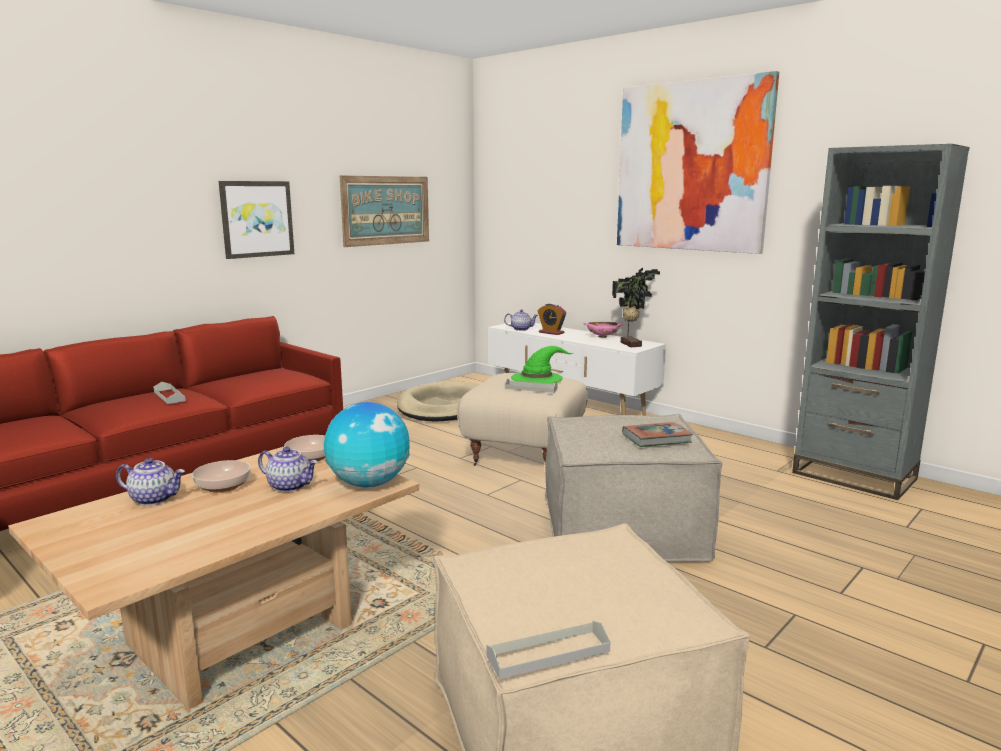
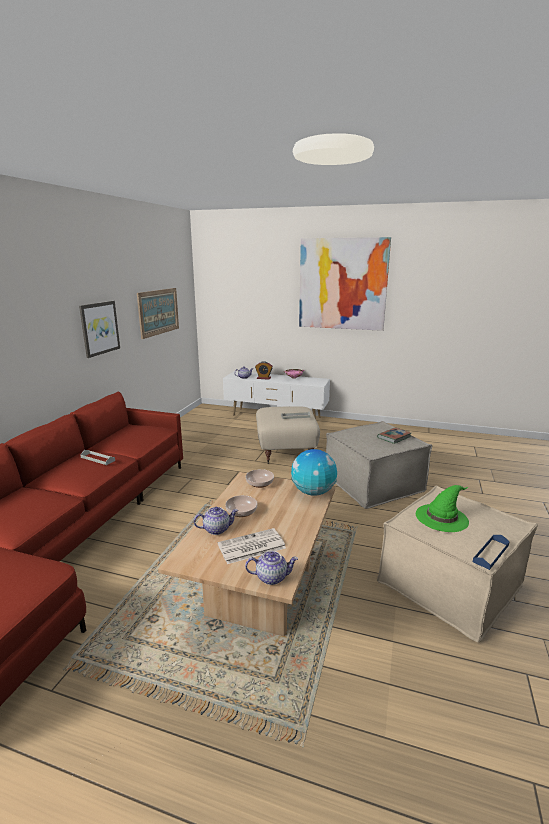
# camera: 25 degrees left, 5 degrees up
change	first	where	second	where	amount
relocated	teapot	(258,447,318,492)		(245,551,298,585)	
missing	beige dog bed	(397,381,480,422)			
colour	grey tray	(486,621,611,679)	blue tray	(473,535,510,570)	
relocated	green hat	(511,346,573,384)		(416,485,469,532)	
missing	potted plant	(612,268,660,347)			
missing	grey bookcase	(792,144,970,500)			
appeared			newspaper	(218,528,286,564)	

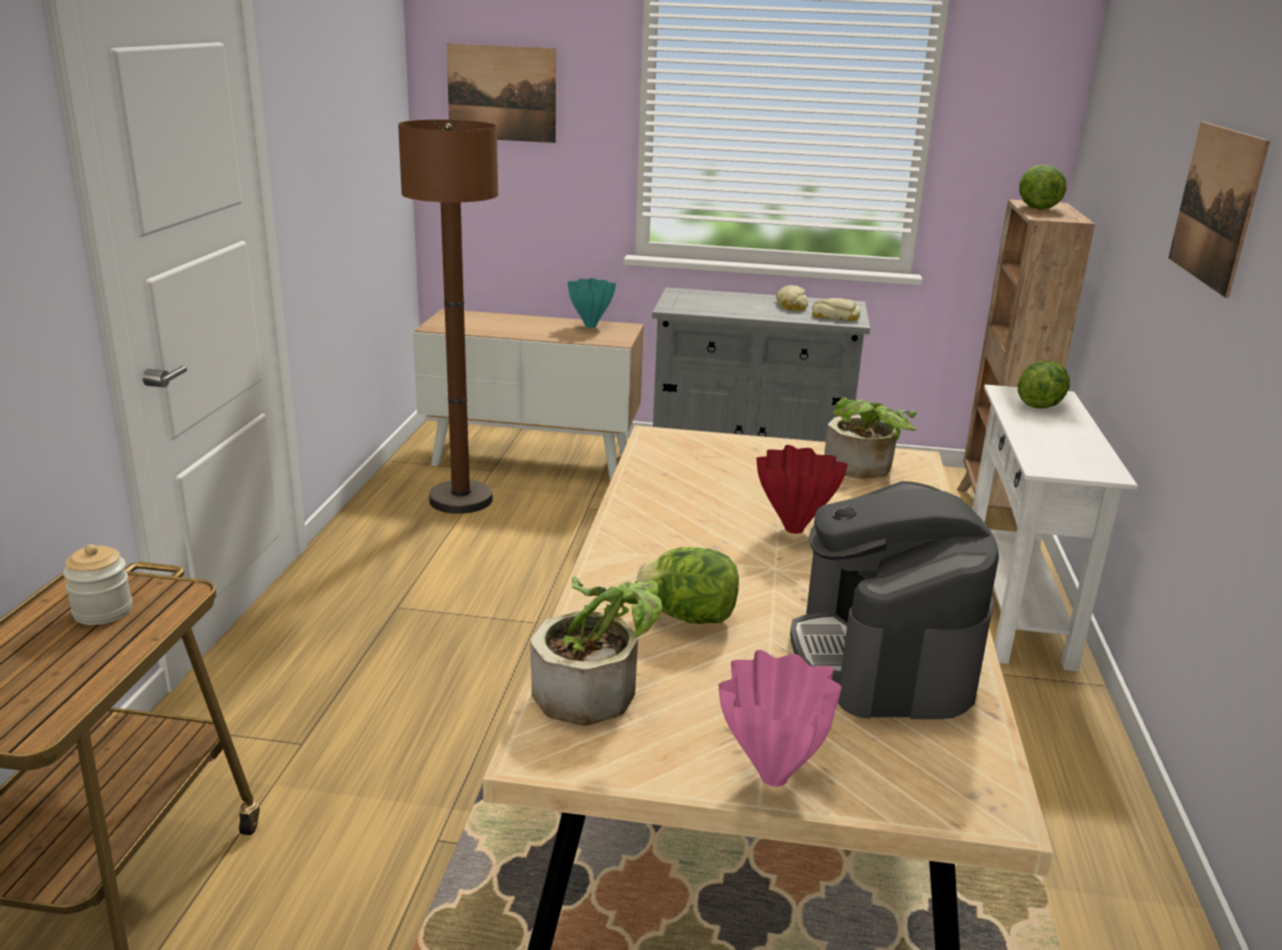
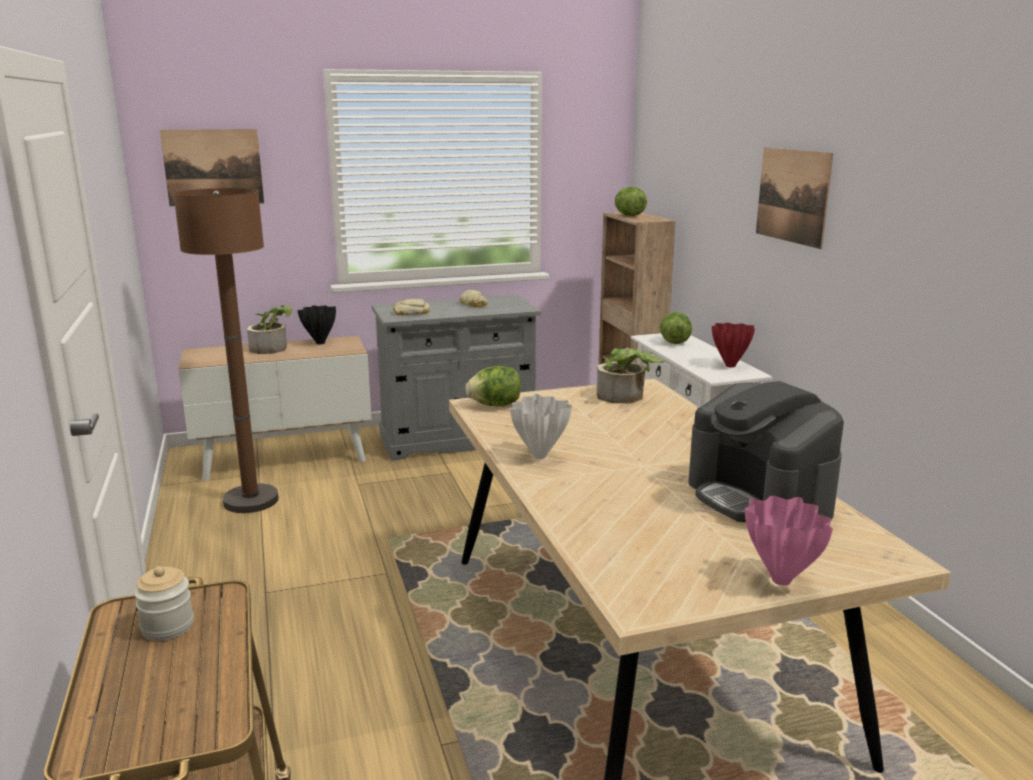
# camera: 25 degrees left, 5 degrees down
change	first	where	second	where	amount
relocated	potted plant	(530,576,662,726)		(247,305,292,354)	
colour	turquoise vase	(568,278,616,328)	black vase	(298,306,336,344)	
relocated	lettuce	(636,547,739,624)		(465,366,521,407)	
relocated	red vase	(757,445,848,534)		(712,323,755,368)	
relocated	bread	(812,298,861,321)		(393,299,429,315)	
appeared			white vase	(510,394,572,459)	

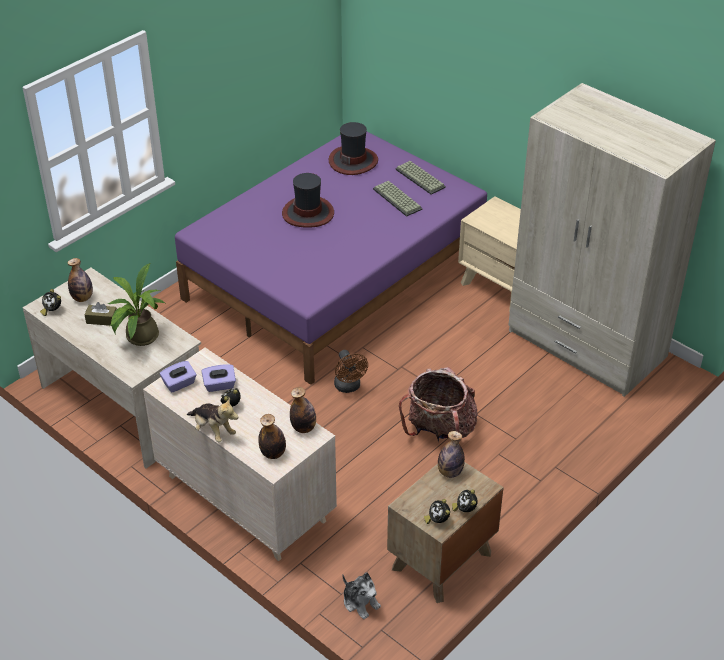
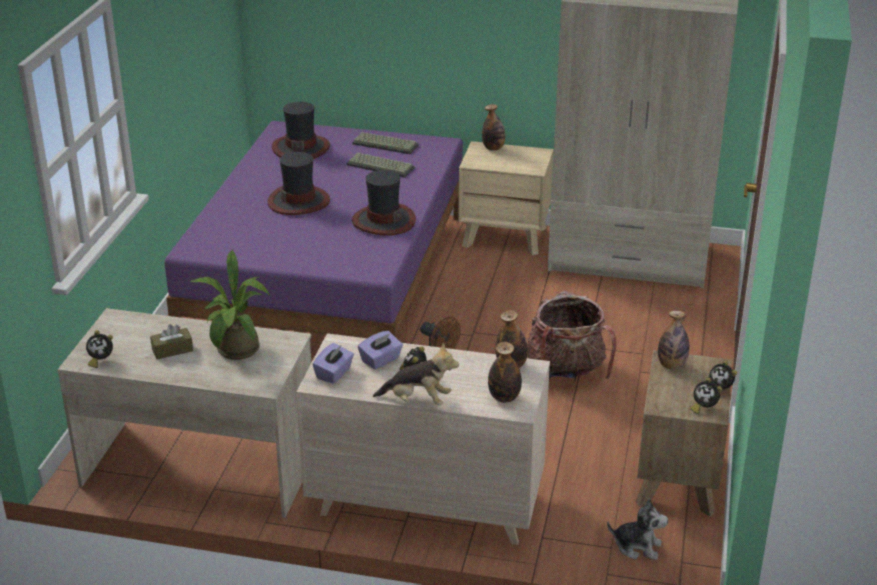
# camera: 30 degrees left, 10 degrees down
change	first	where	second	where	amount
relocated	bottle	(68,258,93,302)		(482,104,505,151)	
appeared			hat	(352,170,416,236)	

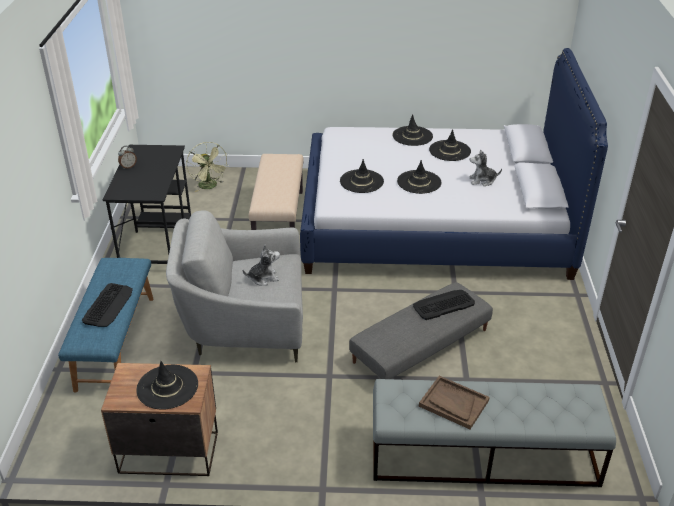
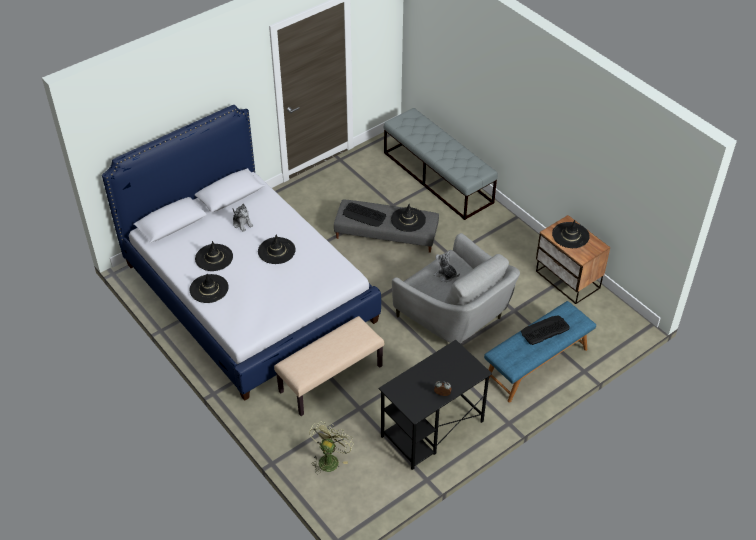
# camera: 130 degrees left, 10 degrees up
change	first	where	second	where	amount
relocated	black hat	(340,159,384,193)		(391,204,426,232)	
missing	brown tray	(419,376,490,429)			

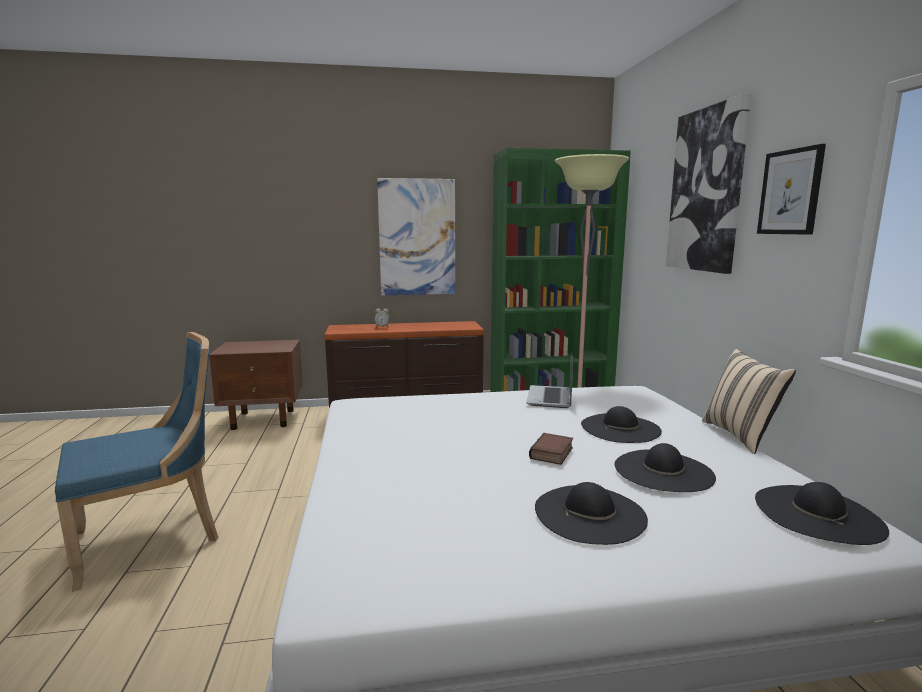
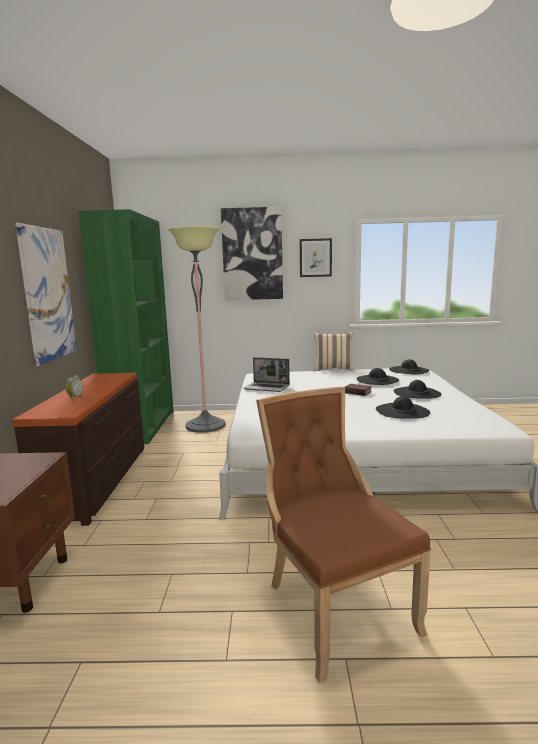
# camera: 80 degrees left, 0 degrees up
change	first	where	second	where	amount
colour	blue chair	(55,332,219,592)	brown chair	(256,387,431,683)	
relocated	black hat	(581,406,662,443)		(376,396,430,419)	

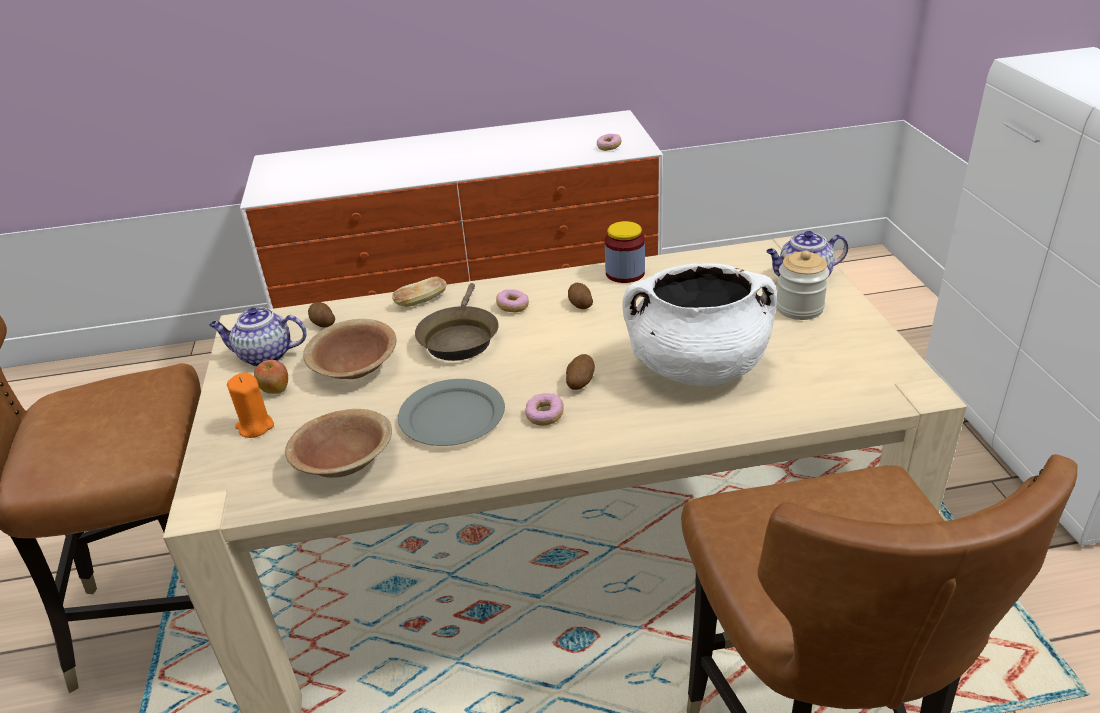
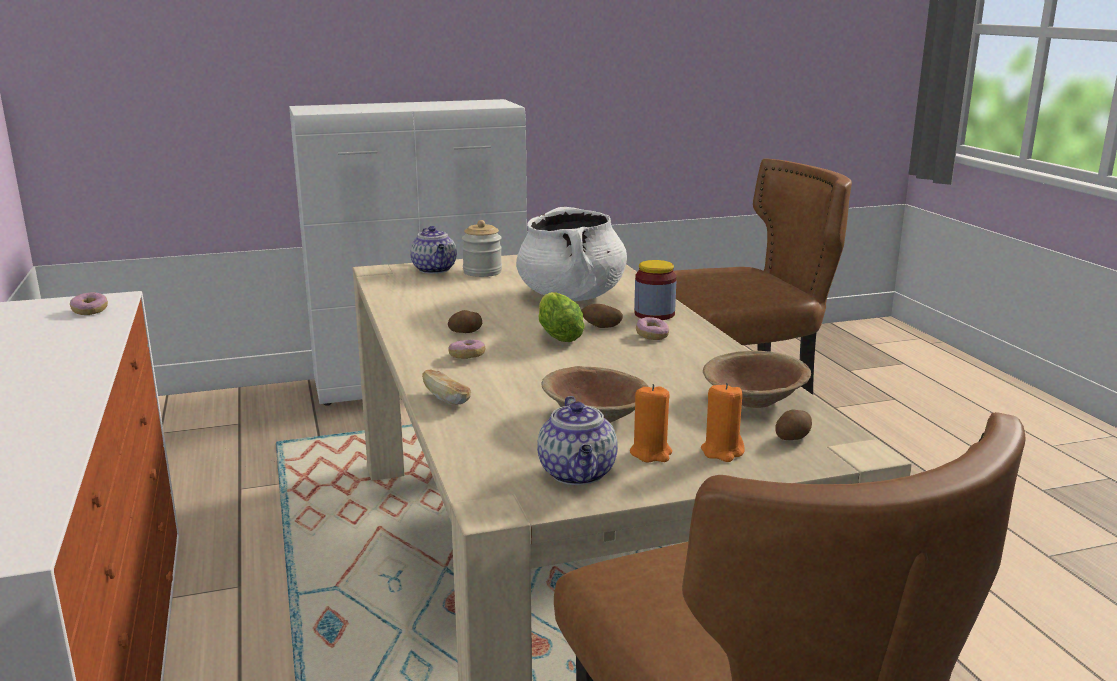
# camera: 100 degrees left, 15 degrees down
change	first	where	second	where	amount
exchanged	apple	(254,360,288,394)	orange candle	(630,384,672,463)	
relocated	potato	(308,302,335,327)		(775,409,812,440)	
missing	grey plate	(398,379,505,446)			
missing	brown frying pan	(415,283,499,361)			
relocated	jar	(605,221,645,283)		(634,260,677,320)	
appeared			lettuce	(539,292,585,342)	

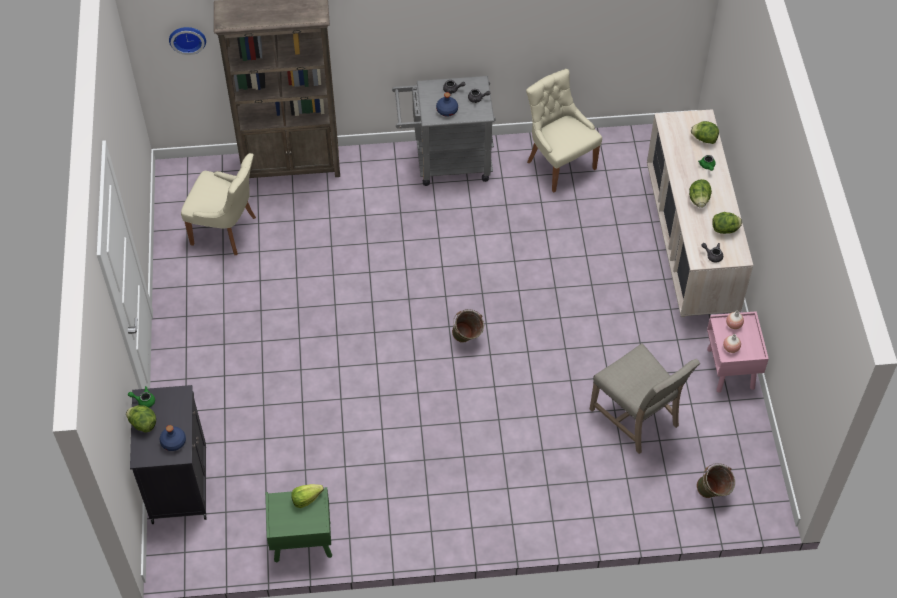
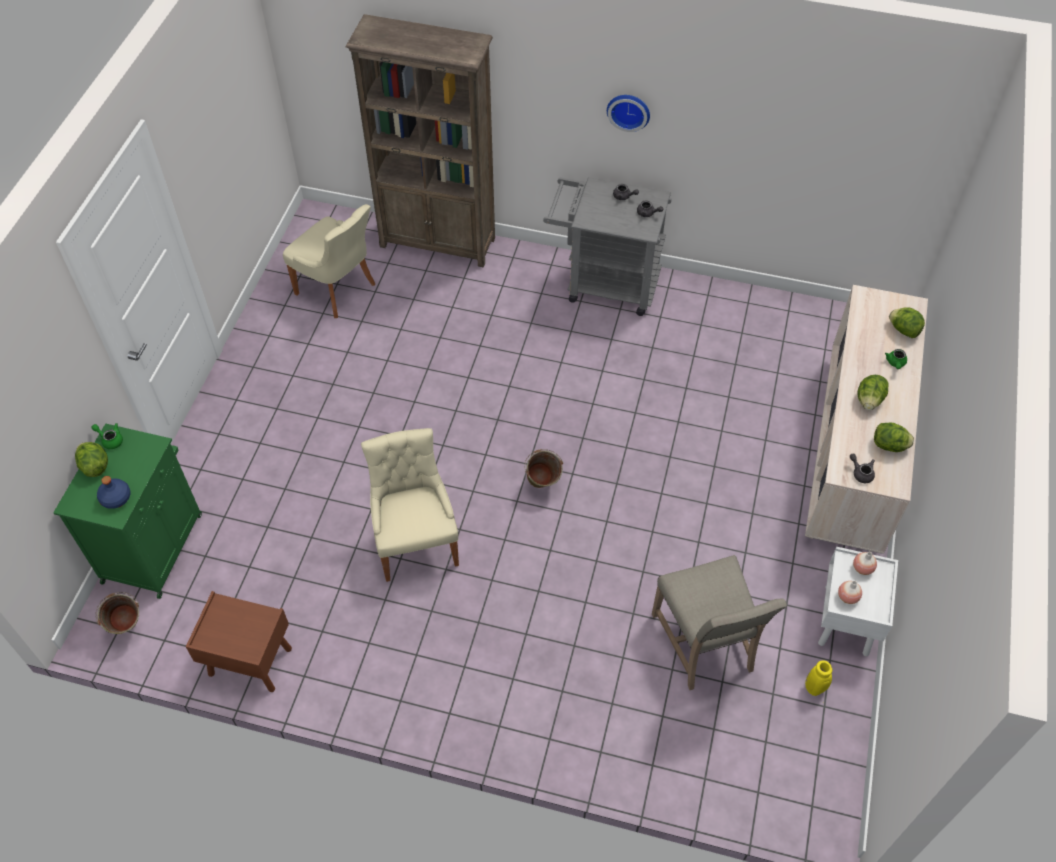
# camera: 20 degrees right, 0 degrees up
change	first	where	second	where	amount
colour	black cabinet	(130,385,206,524)	green cabinet	(53,424,202,599)	
relocated	wall clock	(169,27,206,55)		(607,95,650,132)	
colour	green nightstand	(266,487,332,562)	brown nightstand	(186,591,292,692)	
missing	lettuce	(291,484,324,508)			
missing	blue bottle	(436,92,458,117)			
relocated	beige chair	(526,69,602,192)		(361,428,459,582)	
relocated	green bucket	(697,463,735,498)		(96,592,139,634)	
colour	pink nightstand	(707,311,769,393)	white nightstand	(818,547,898,656)	
appeared			yellow vase	(805,660,832,696)	

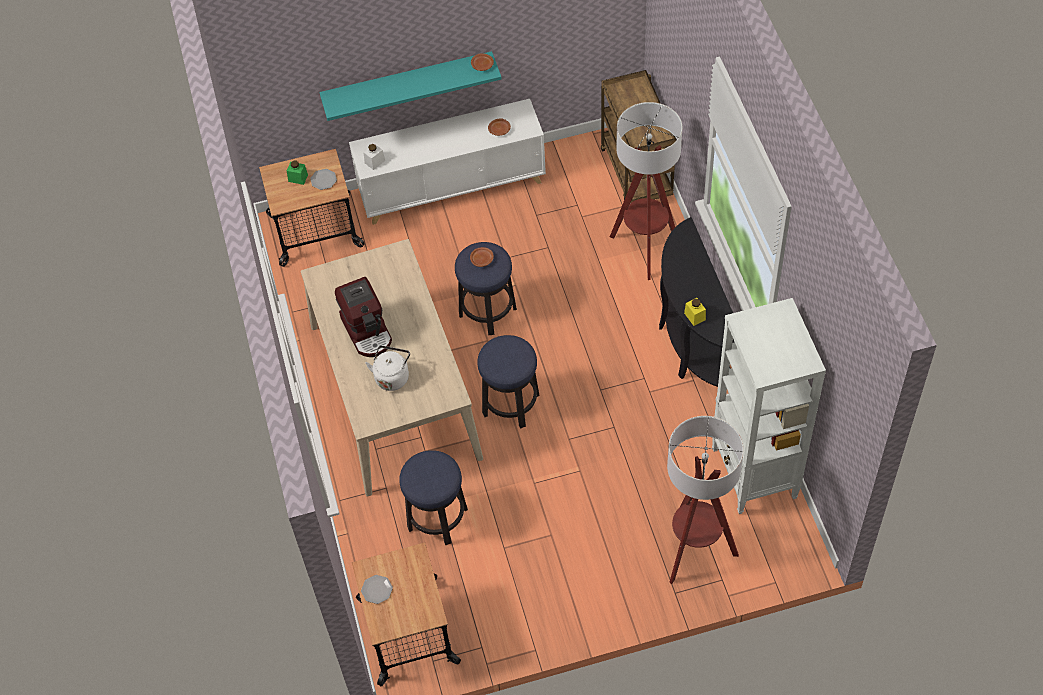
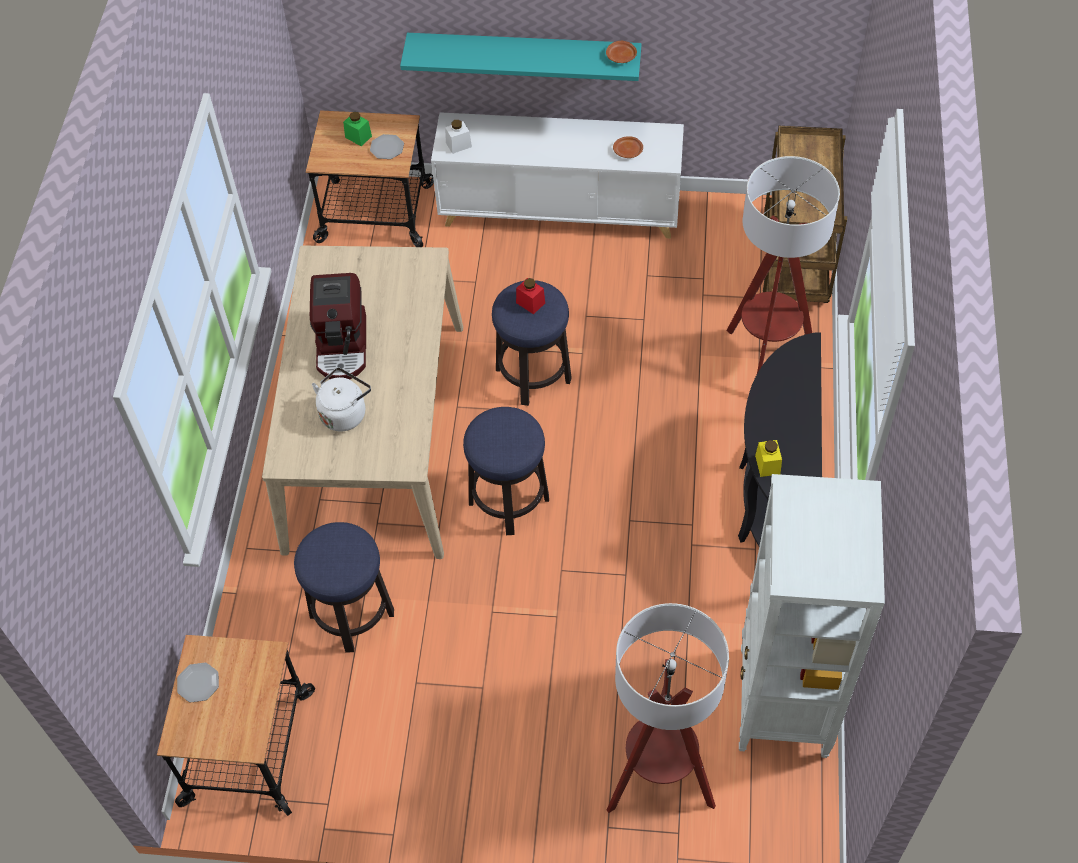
# camera: 20 degrees right, 0 degrees up
change	first	where	second	where	amount
exchanged	brown plate	(470,247,494,267)	red jar	(516,278,545,314)	

